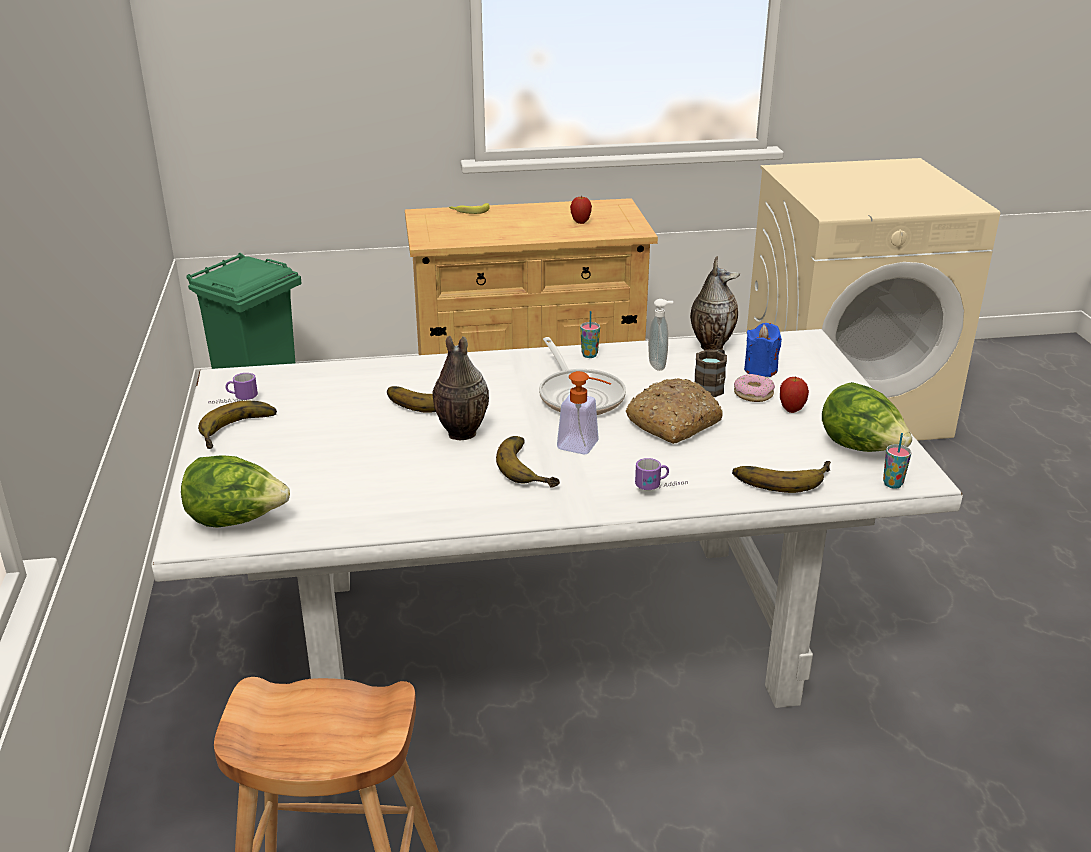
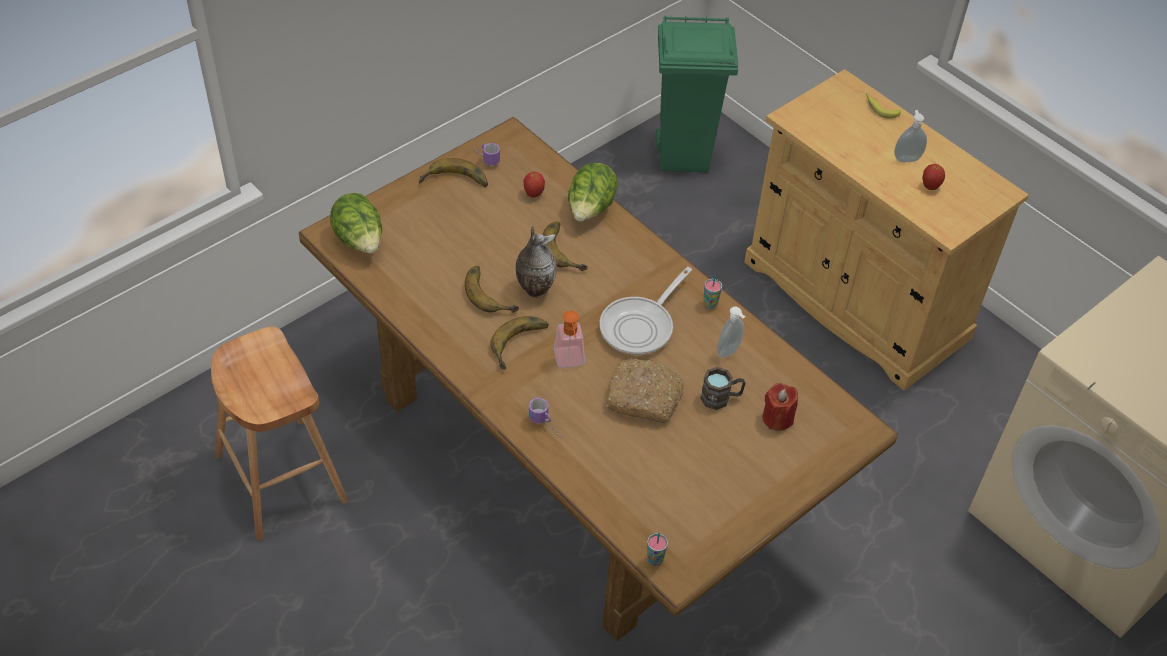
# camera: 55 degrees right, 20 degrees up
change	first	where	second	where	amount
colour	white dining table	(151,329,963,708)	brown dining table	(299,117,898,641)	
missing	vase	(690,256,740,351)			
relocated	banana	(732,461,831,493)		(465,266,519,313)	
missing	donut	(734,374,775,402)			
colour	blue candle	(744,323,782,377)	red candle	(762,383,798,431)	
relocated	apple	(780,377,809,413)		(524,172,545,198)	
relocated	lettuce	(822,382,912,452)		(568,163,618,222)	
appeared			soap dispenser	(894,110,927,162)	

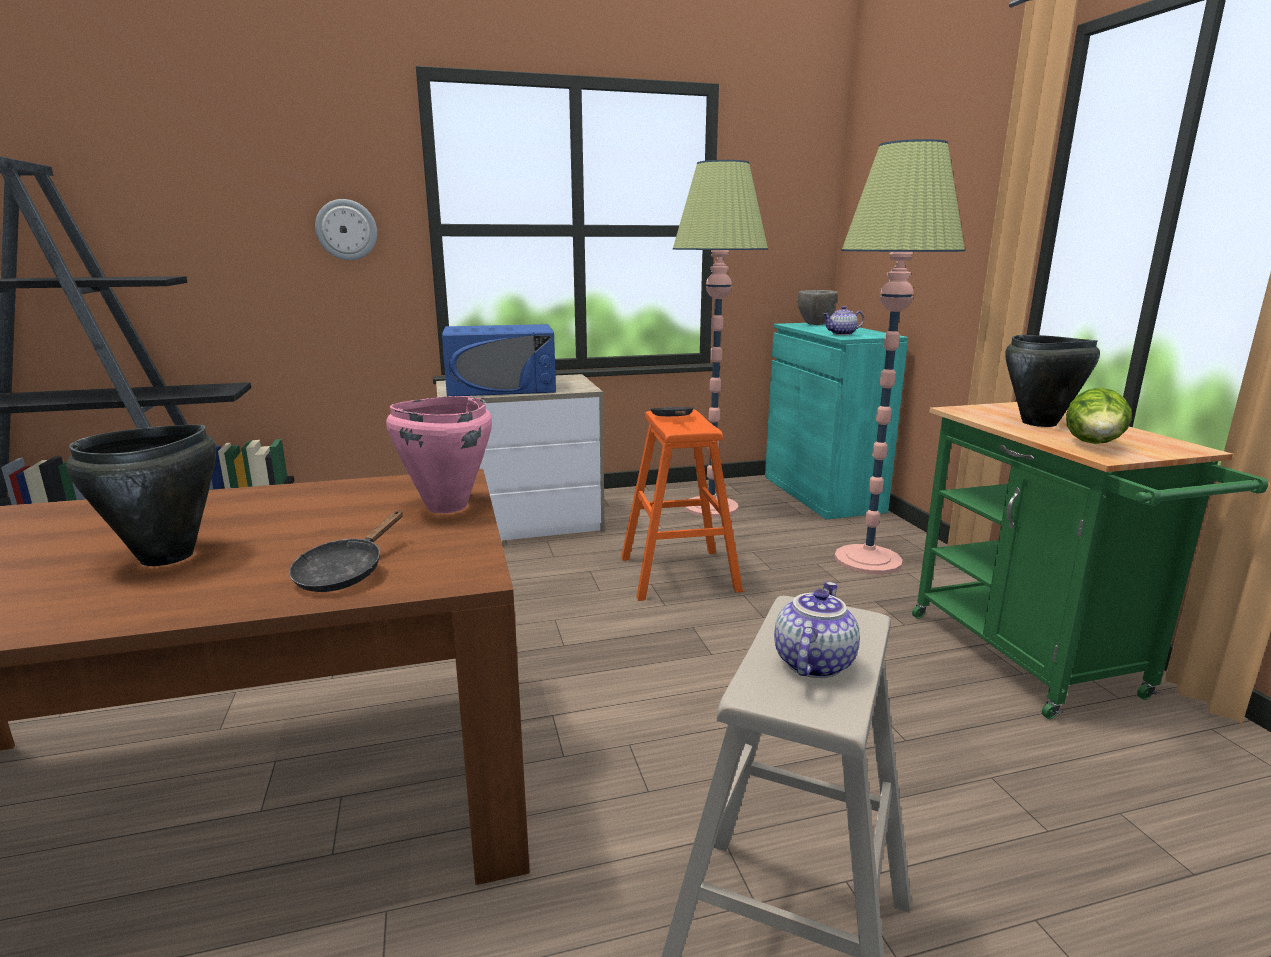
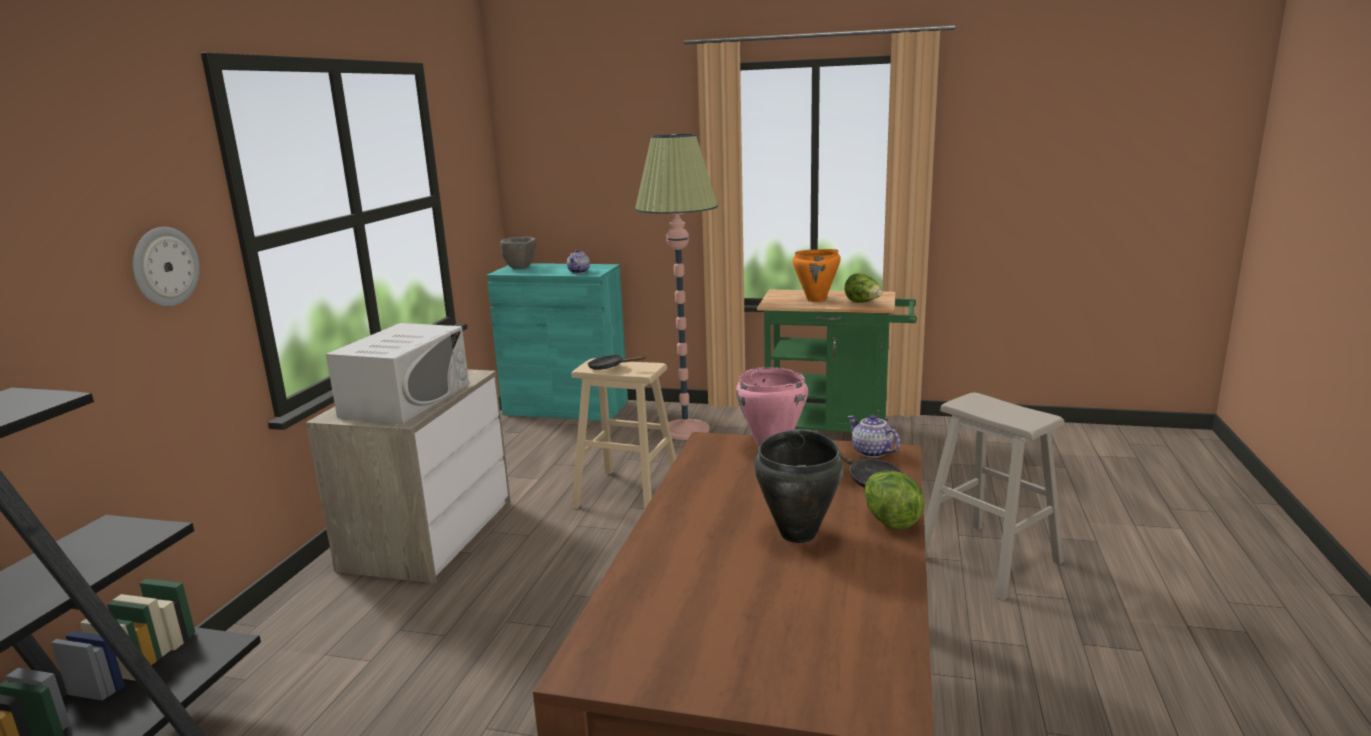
# camera: 60 degrees left, 0 degrees up
change	first	where	second	where	amount
colour	blue microwave	(442,324,556,396)	white microwave	(326,323,469,424)	
colour	orange stool	(621,409,743,601)	beige stool	(571,358,676,510)	
missing	floor lamp	(673,160,768,517)			
relocated	teapot	(774,582,860,678)		(848,415,900,458)	
colour	black cooking pot	(1005,335,1100,427)	orange cooking pot	(793,249,841,302)	
appeared			lettuce	(864,471,924,530)	

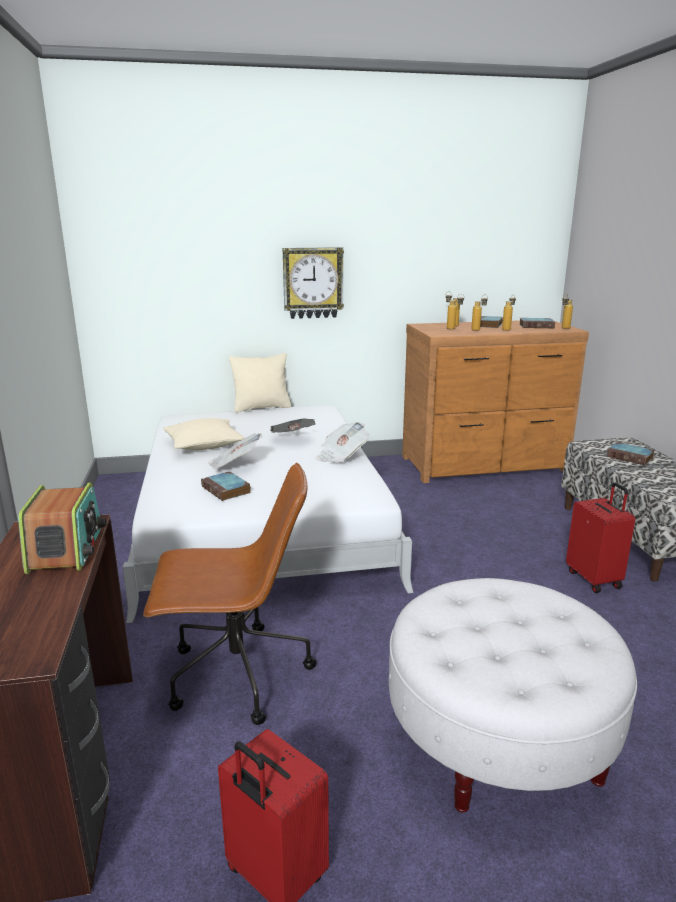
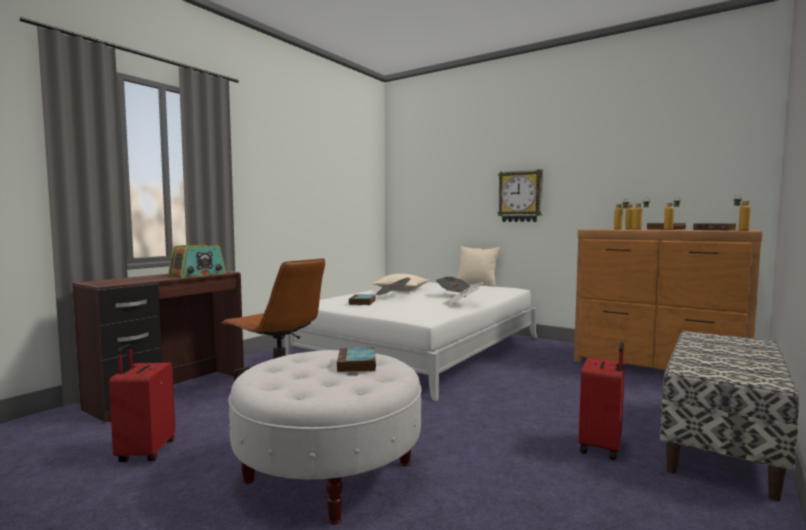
# camera: 45 degrees right, 15 degrees down
change	first	where	second	where	amount
relocated	book	(606,442,655,465)		(337,347,376,372)	

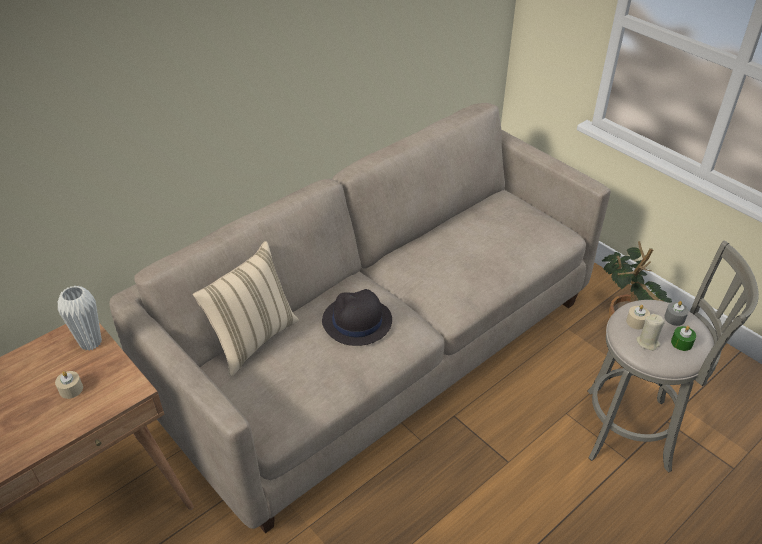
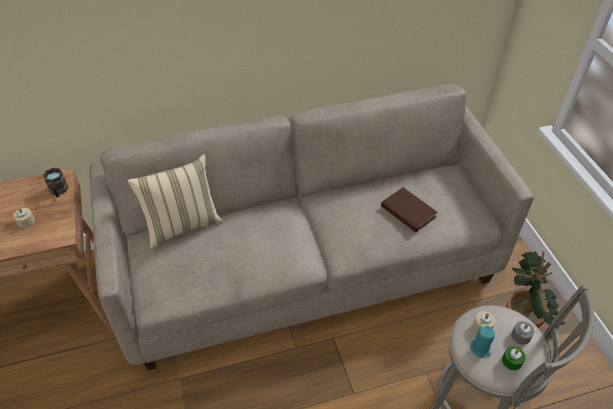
# camera: 25 degrees right, 5 degrees up
change	first	where	second	where	amount
exchanged	white vase	(58,286,102,350)	brown mug	(43,168,68,197)	
missing	black hat	(322,289,392,346)			
colour	beige candle	(636,314,665,351)	turquoise candle	(471,326,495,358)	
appeared			brown book	(381,187,438,232)	

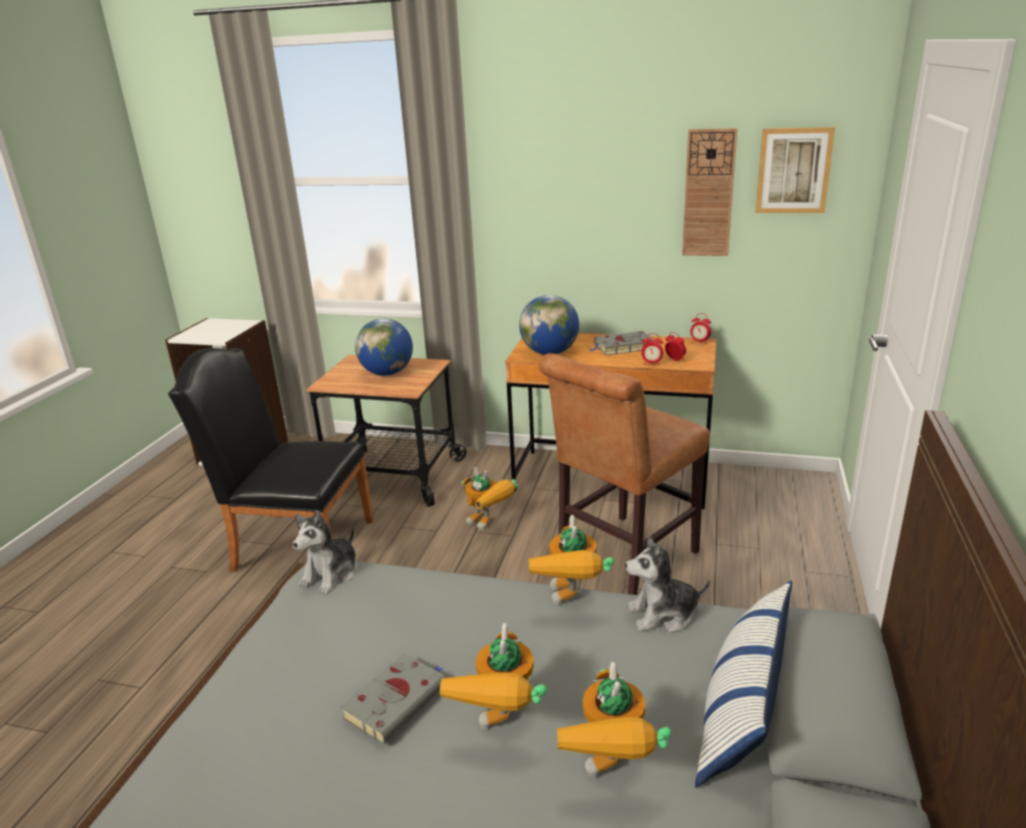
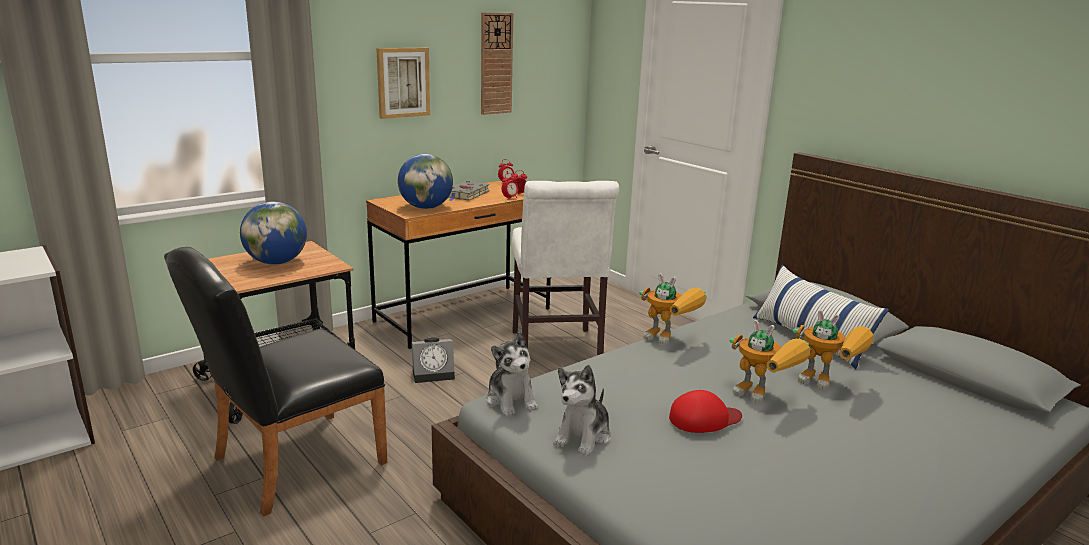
# camera: 55 degrees left, 5 degrees down
change	first	where	second	where	amount
exchanged	grey book	(340,653,445,744)	red cap	(669,390,742,433)	
exchanged	toy robot	(461,467,518,530)	alarm clock	(411,338,455,383)	
colour	brown chair	(539,353,710,595)	white chair	(512,181,620,355)	
relocated	plush toy	(625,535,710,633)		(553,365,611,456)	
relocated	picture	(755,127,835,213)		(376,48,430,119)	

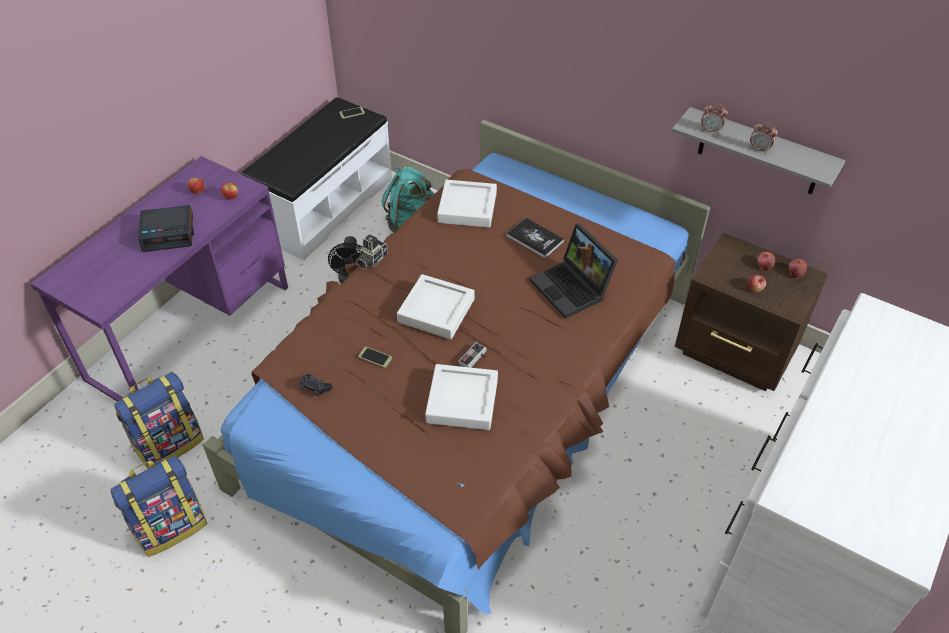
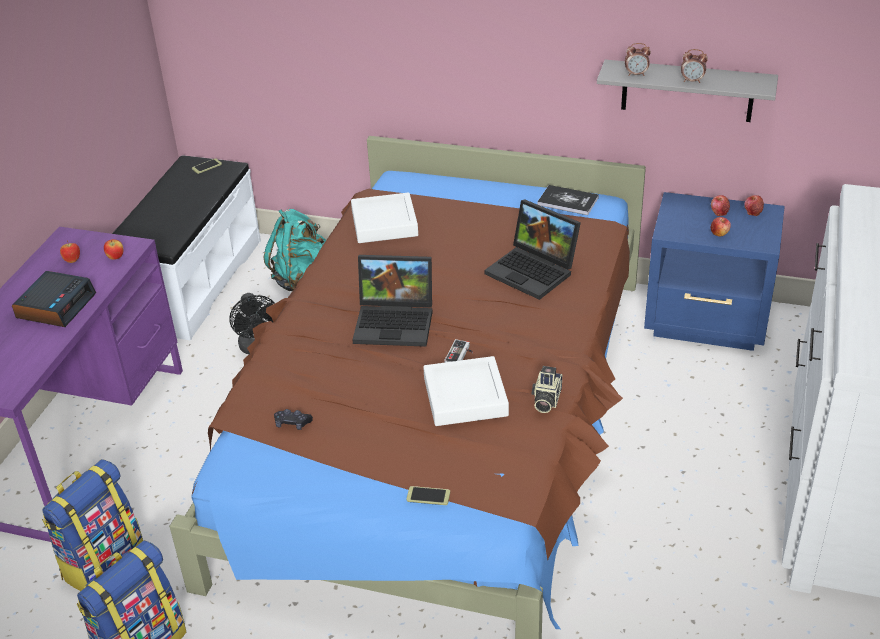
# camera: 15 degrees left, 10 degrees down
change	first	where	second	where	amount
spun	alarm clock	(138,205,194,252)		(12,271,96,327)	45 degrees counterclockwise
relocated	photo camera	(356,234,388,269)		(531,366,562,413)	
relocated	phone	(358,347,392,368)		(407,486,450,505)	
exchanged	white tray	(397,274,474,339)	laptop	(352,255,432,347)	
relocated	book	(507,218,564,258)		(537,185,599,215)	
colour	brown nightstand	(675,233,828,391)	blue nightstand	(644,192,785,351)	

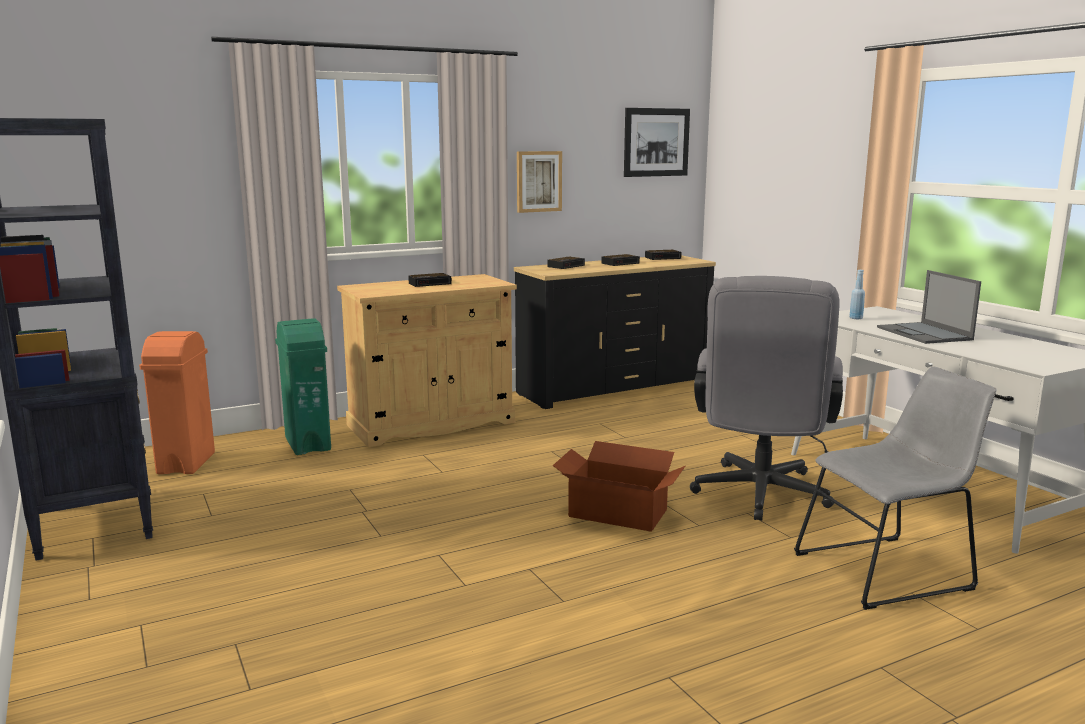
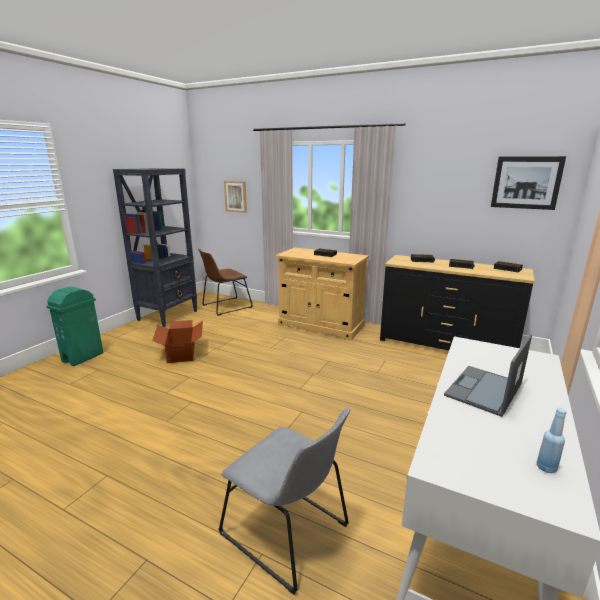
# camera: 55 degrees right, 5 degrees up
change	first	where	second	where	amount
exchanged	orange trash can	(139,331,215,474)	brown chair	(198,249,253,316)	
relocated	green trash can	(275,319,331,455)		(46,287,103,366)	
relocated	picture	(517,151,562,213)		(224,181,247,213)	
relocated	cardboard box	(553,441,685,532)		(152,320,203,363)	
missing	grey office chair	(690,276,843,521)			
relocated	blue bottle	(849,270,865,319)		(537,408,567,473)	

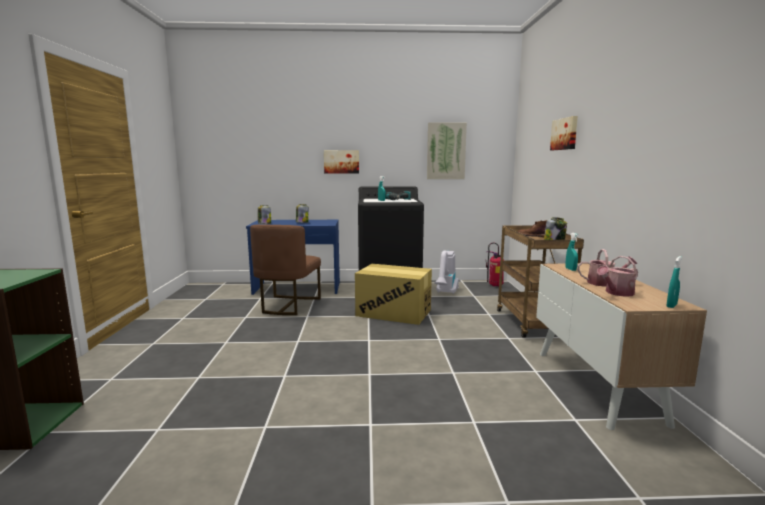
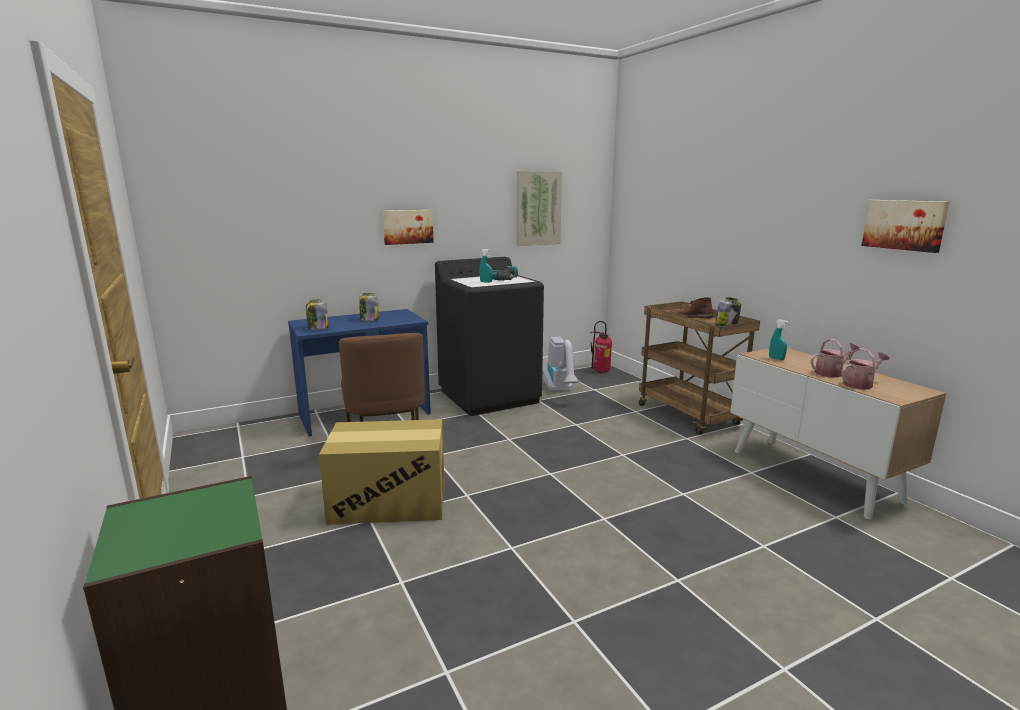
# camera: 25 degrees left, 5 degrees up
change	first	where	second	where	amount
relocated	cardboard box	(355,264,432,325)		(319,419,445,525)	
relocated	picture	(550,116,578,150)		(861,200,950,253)	
spun	watering can	(597,256,638,297)		(841,348,889,390)	150 degrees counterclockwise
missing	turquoise spray bottle	(667,256,682,308)			

